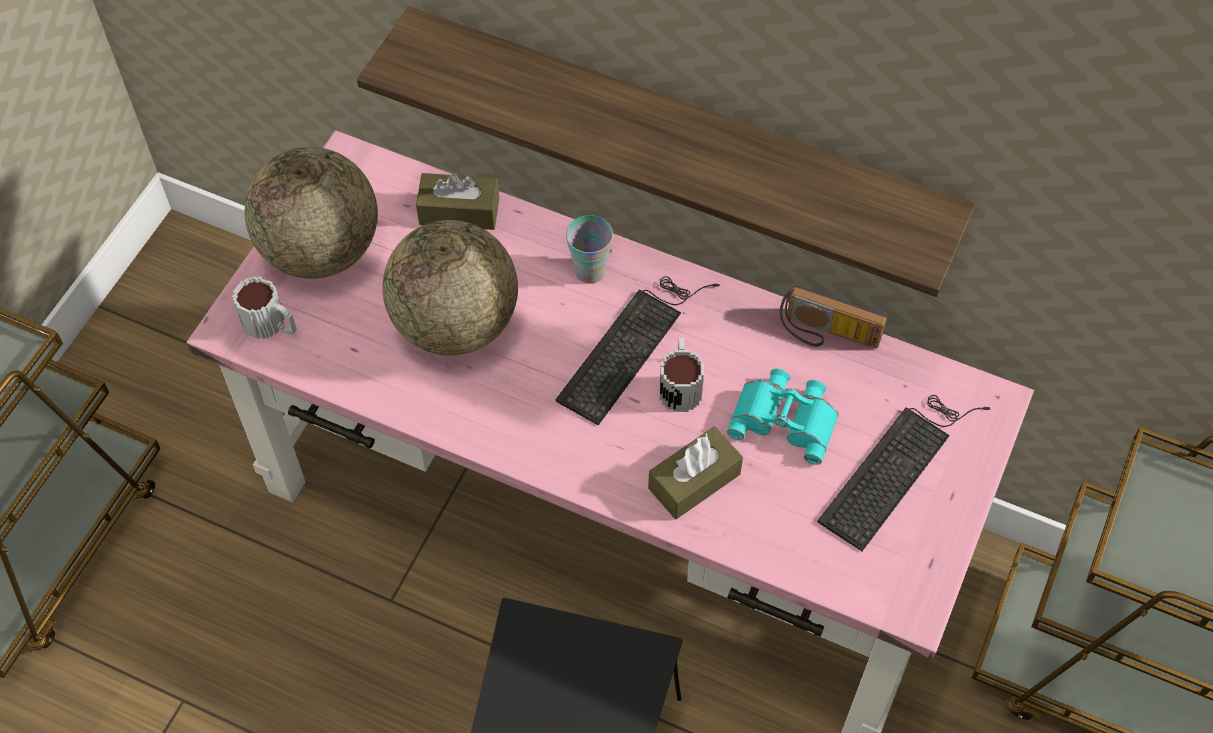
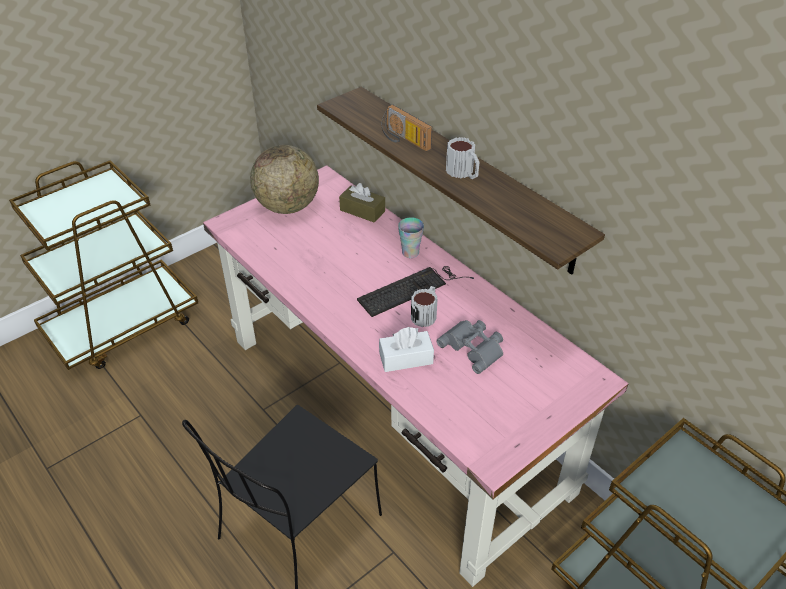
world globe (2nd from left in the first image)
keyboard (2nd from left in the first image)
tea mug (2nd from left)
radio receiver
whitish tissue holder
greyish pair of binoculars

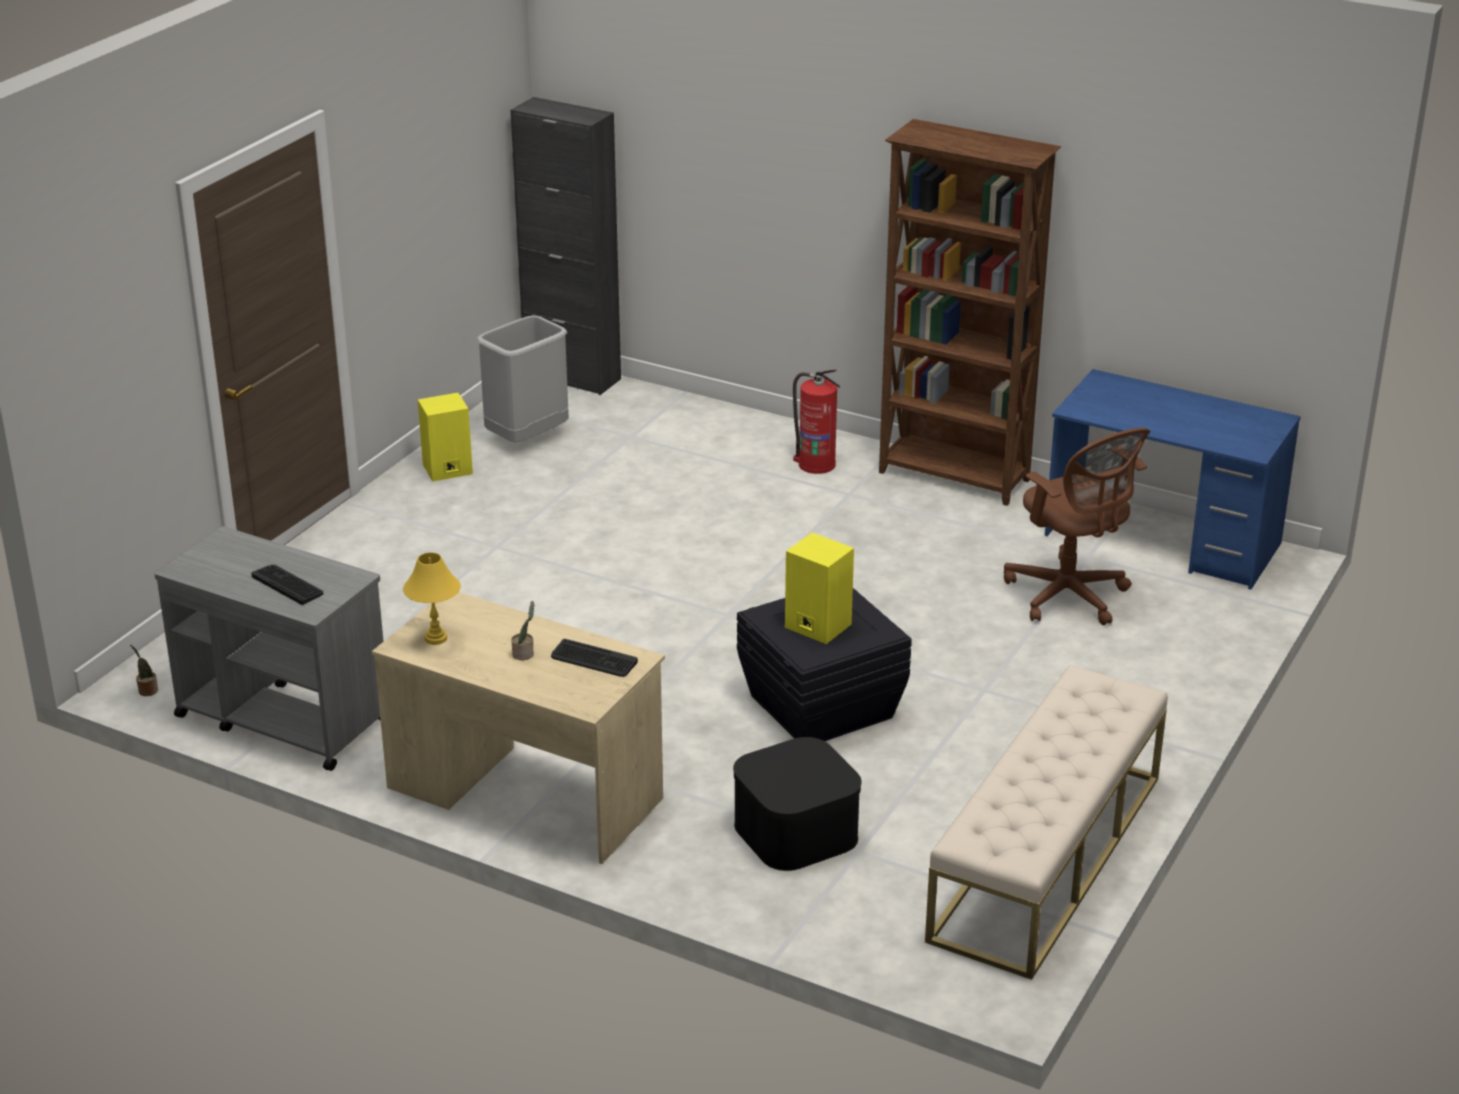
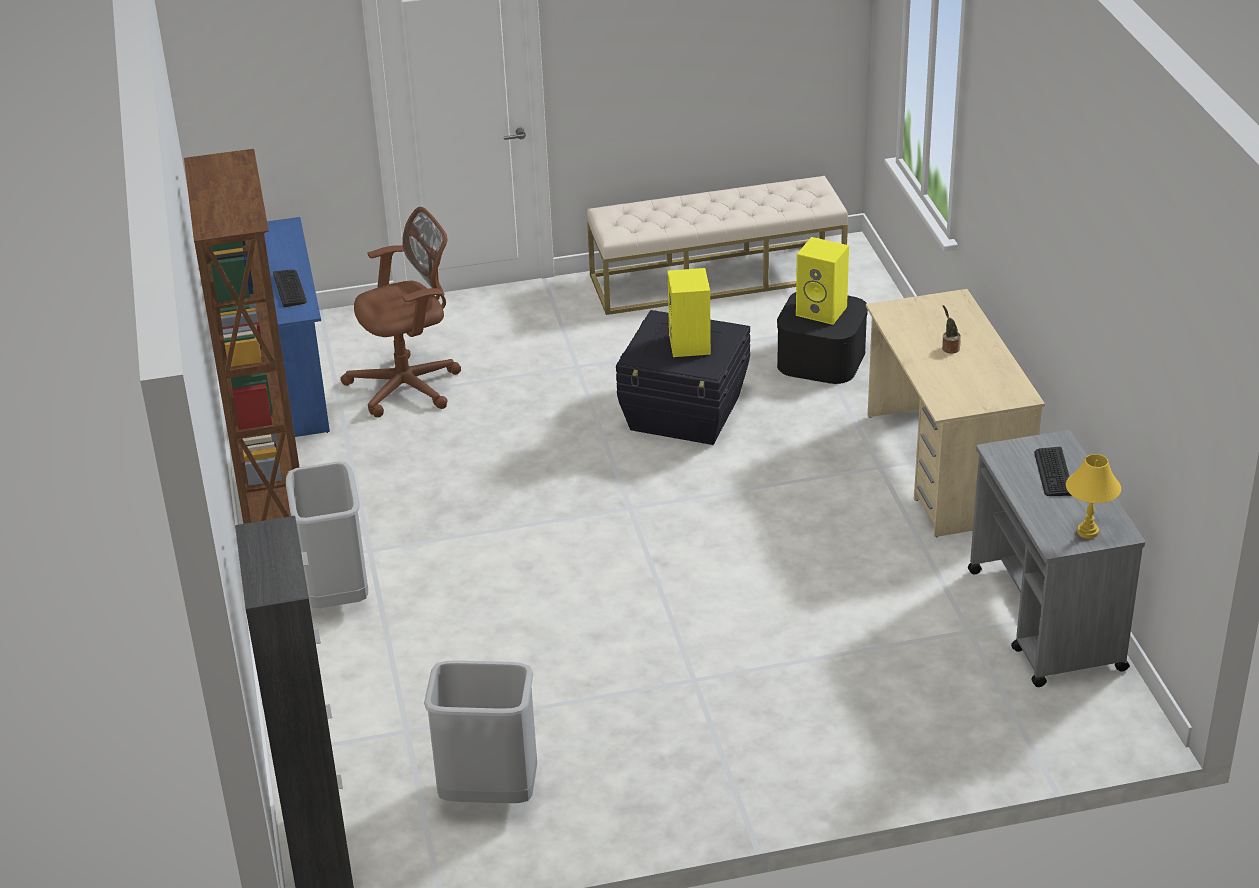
potted plant (1st from left in the first image)
yellow tabletop lamp
yellow loudspeaker (2nd from left)
keyboard (1st from left)
greyish rubbish bin (1st from left)
brown-coloured computer chair

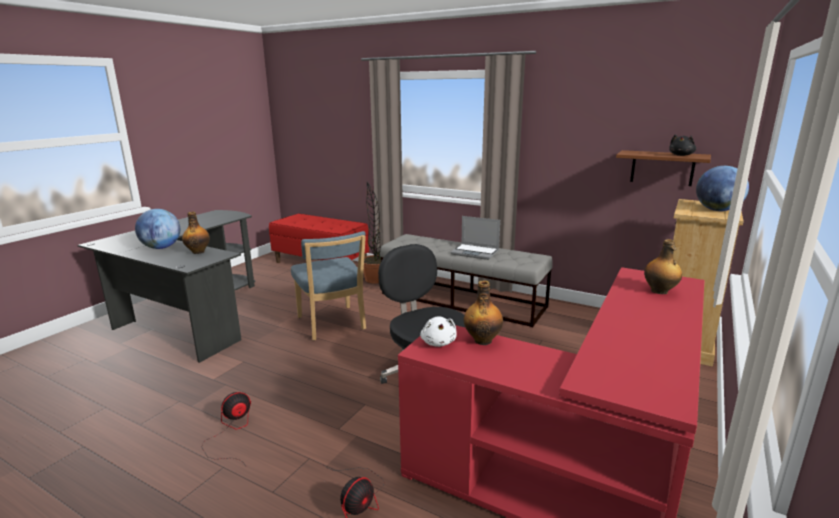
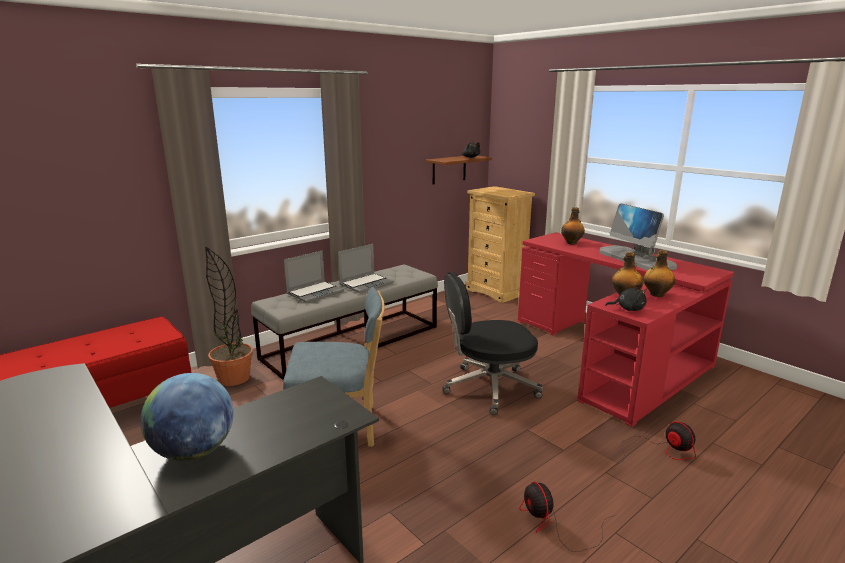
world globe (2nd from left in the first image)
laptop (1st from left)
computer screen
drink bottle (3rd from left)
black cuddly toy (2nd from left)

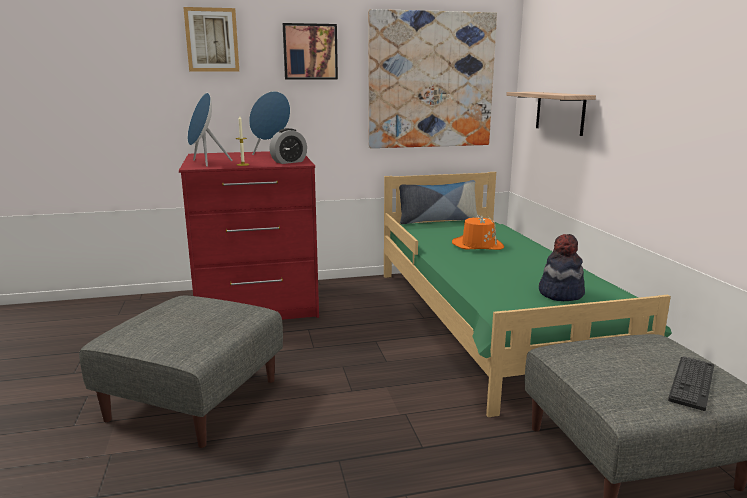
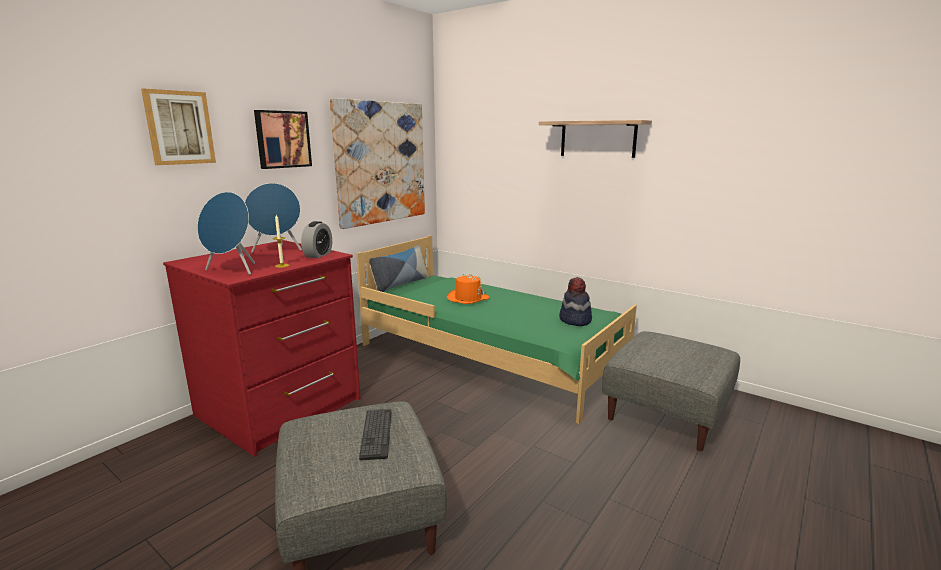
bracket shelf
keyboard

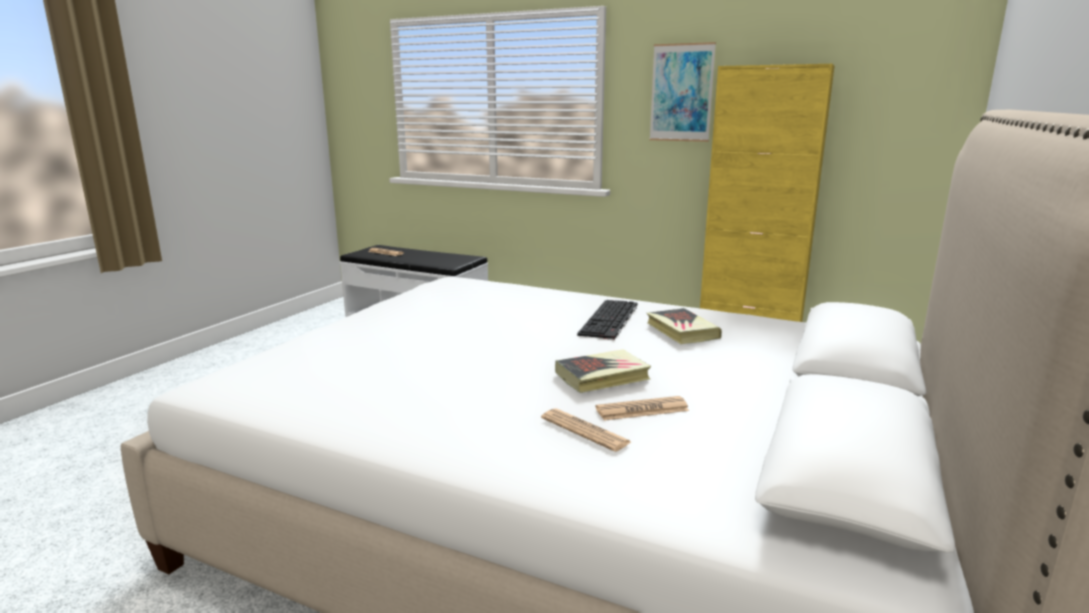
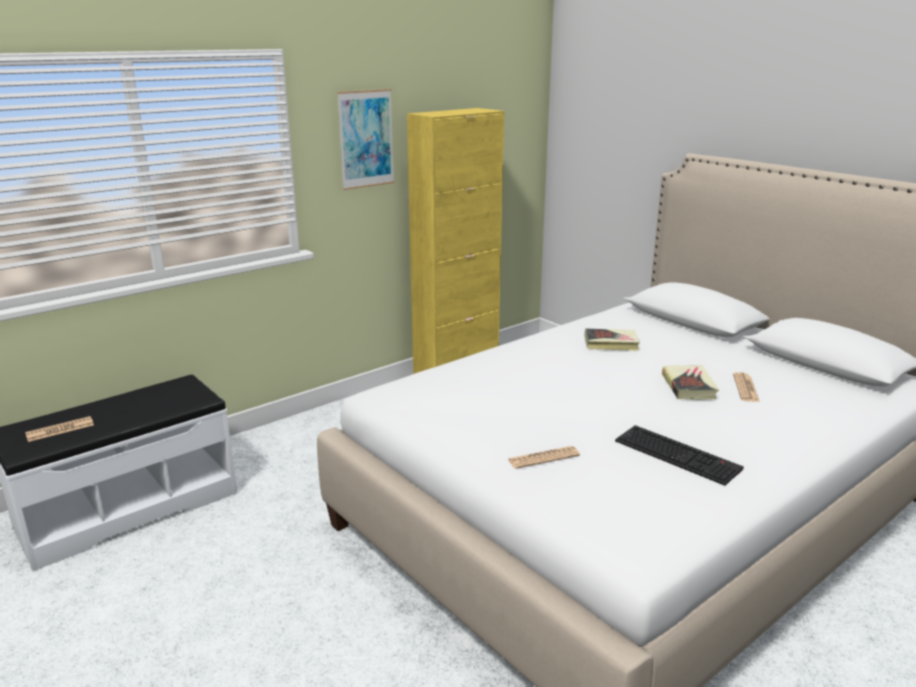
daily paper (2nd from left)
keyboard

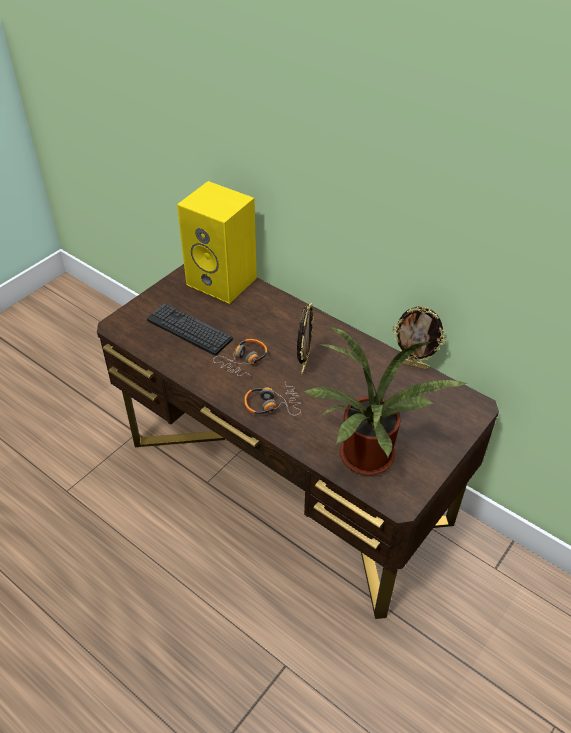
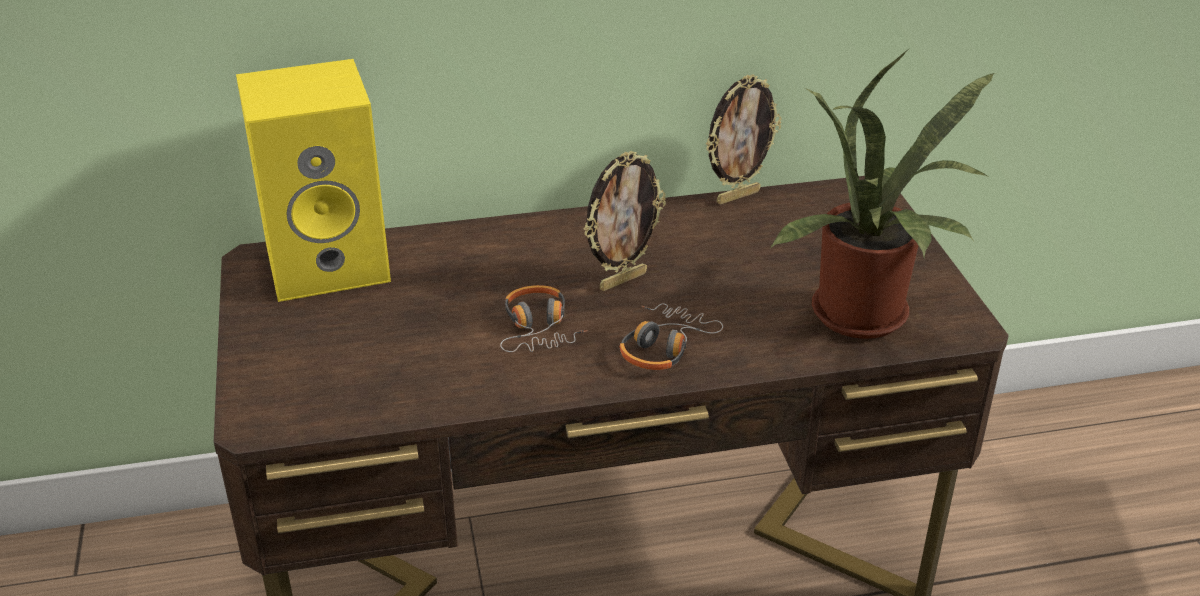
keyboard
standing frame (1st from left)

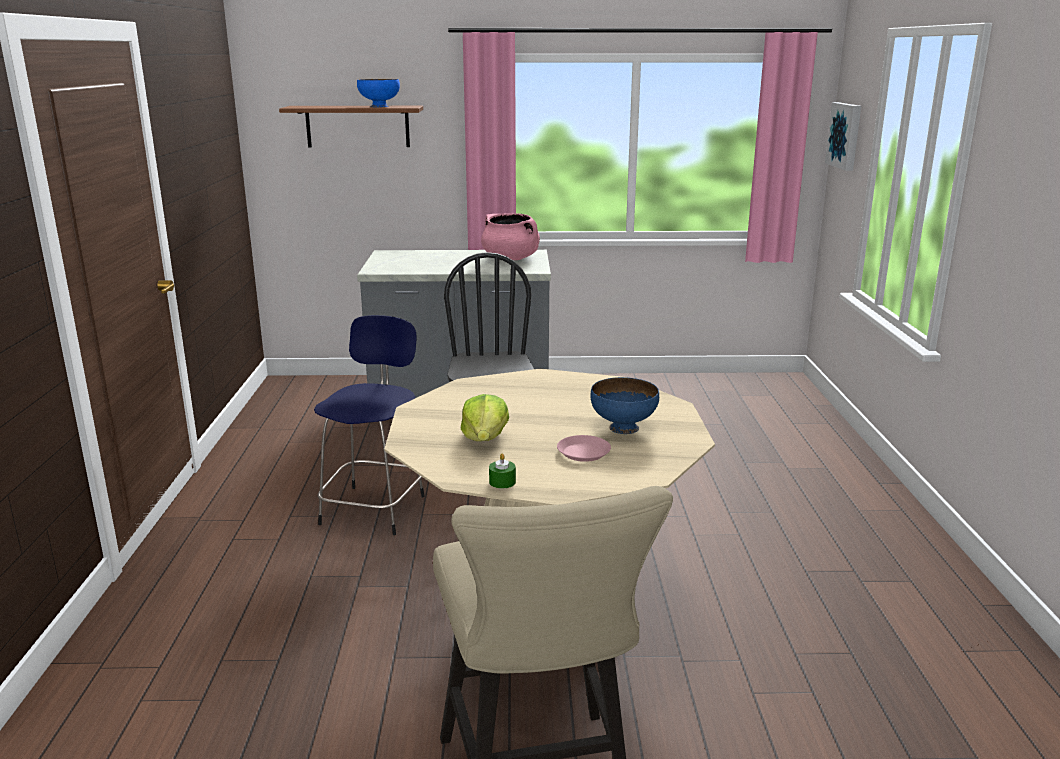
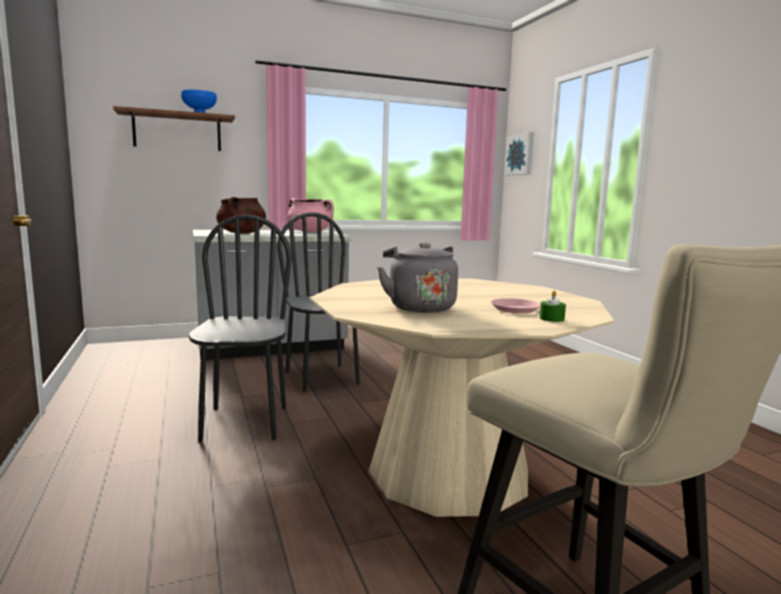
bluish bowl (2nd from left in the first image)
brown-coloured stockpot
green-coloured wax candle
black upright chair (1st from left)
greyish kettle

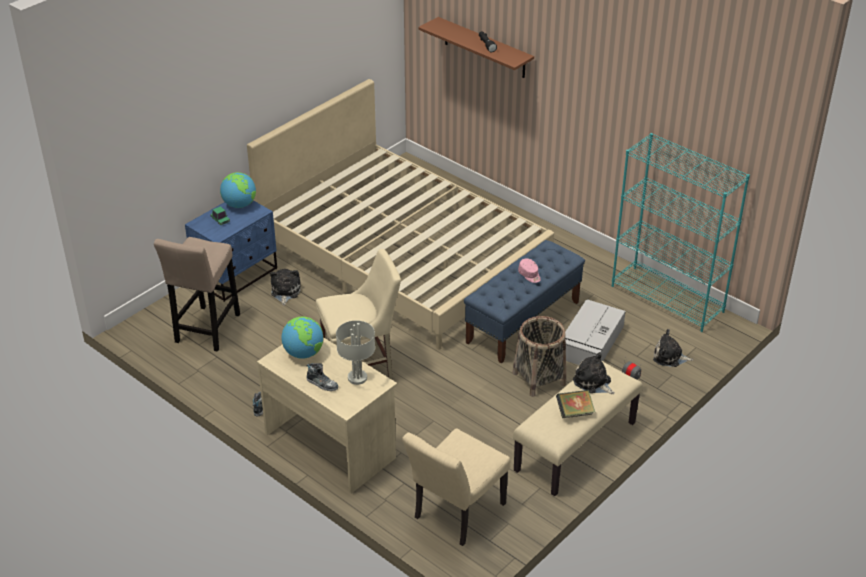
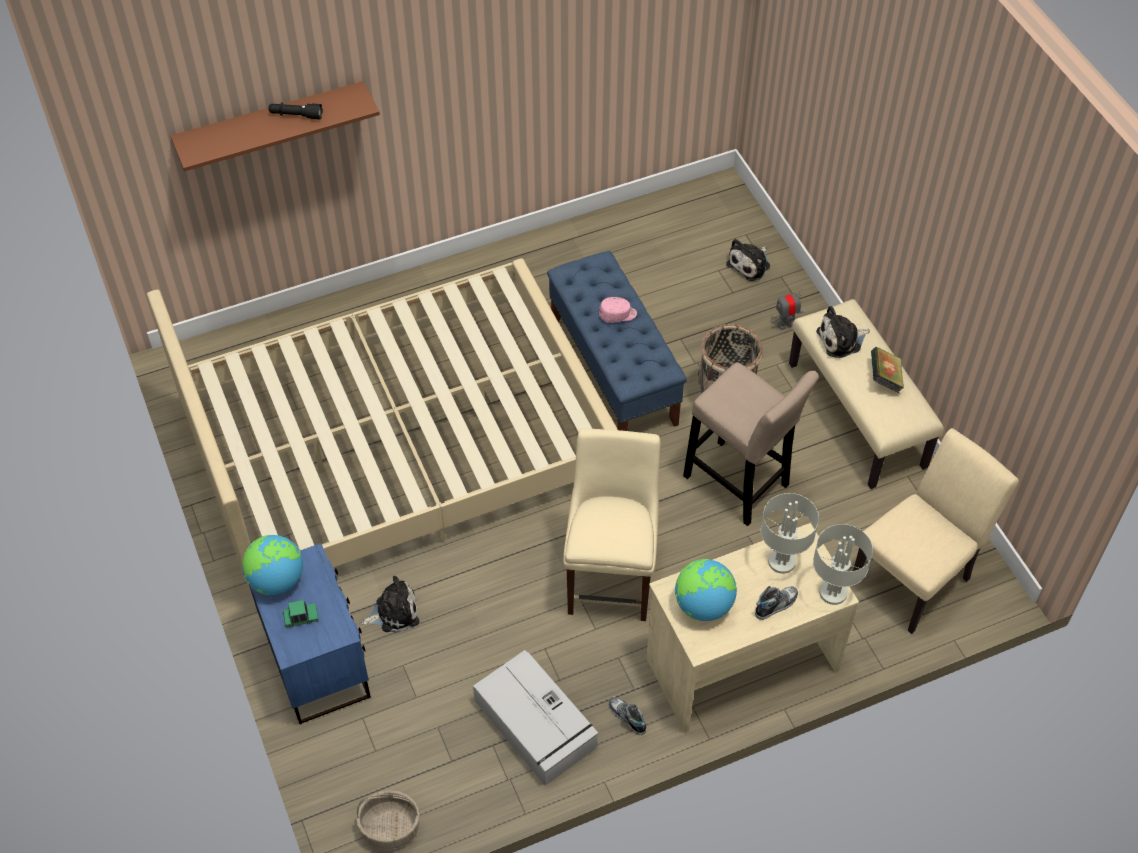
turquoise shelving unit
basket (1st from left)
greyish tabletop lamp (2nd from left)
beige-coloured stool seat
greyish storage box
cuddly toy (1st from left)
beige-coloured upright chair (2nd from left)

